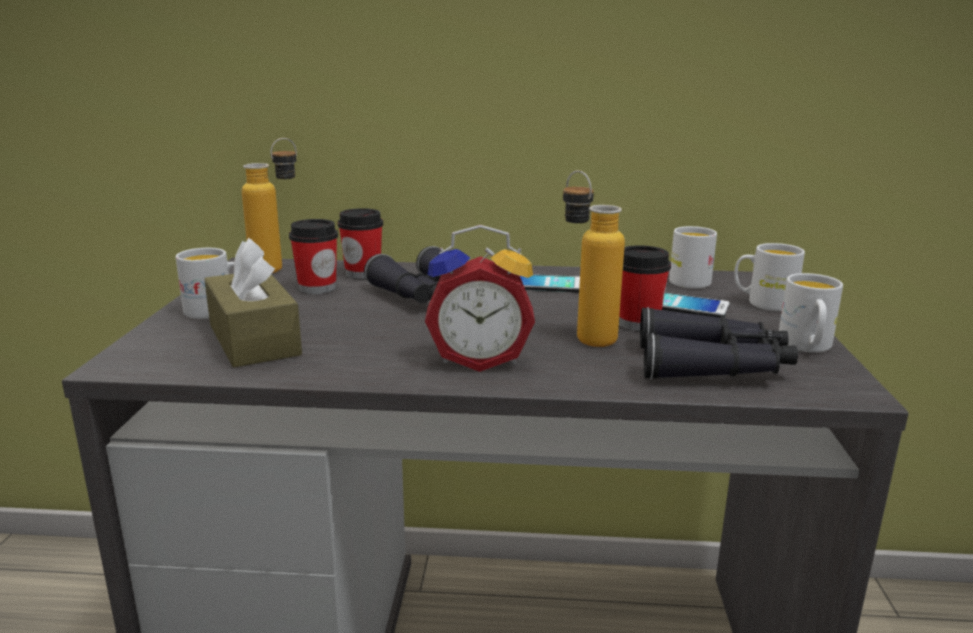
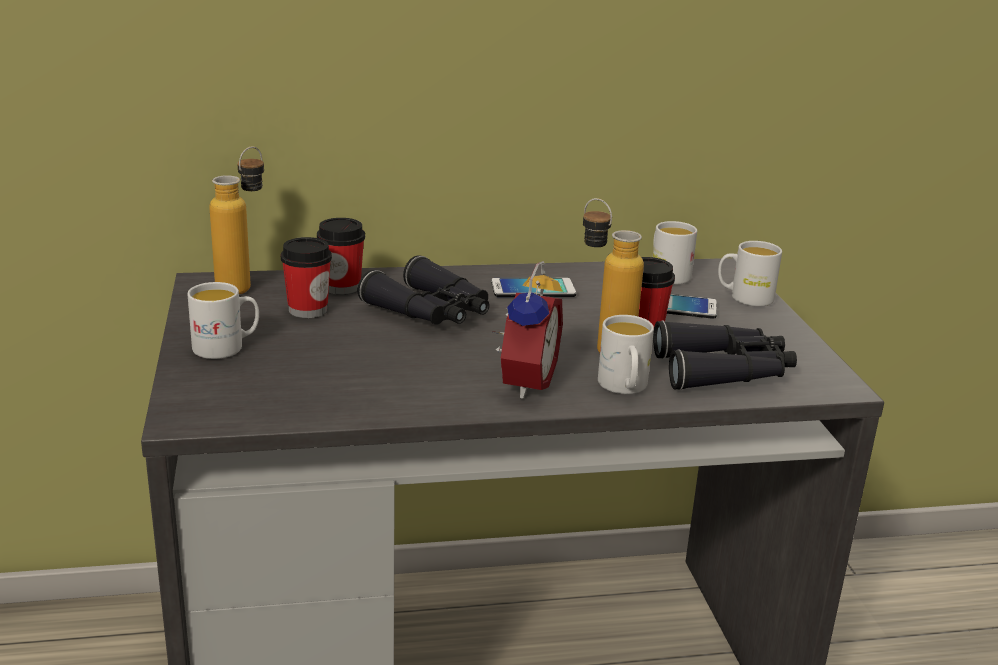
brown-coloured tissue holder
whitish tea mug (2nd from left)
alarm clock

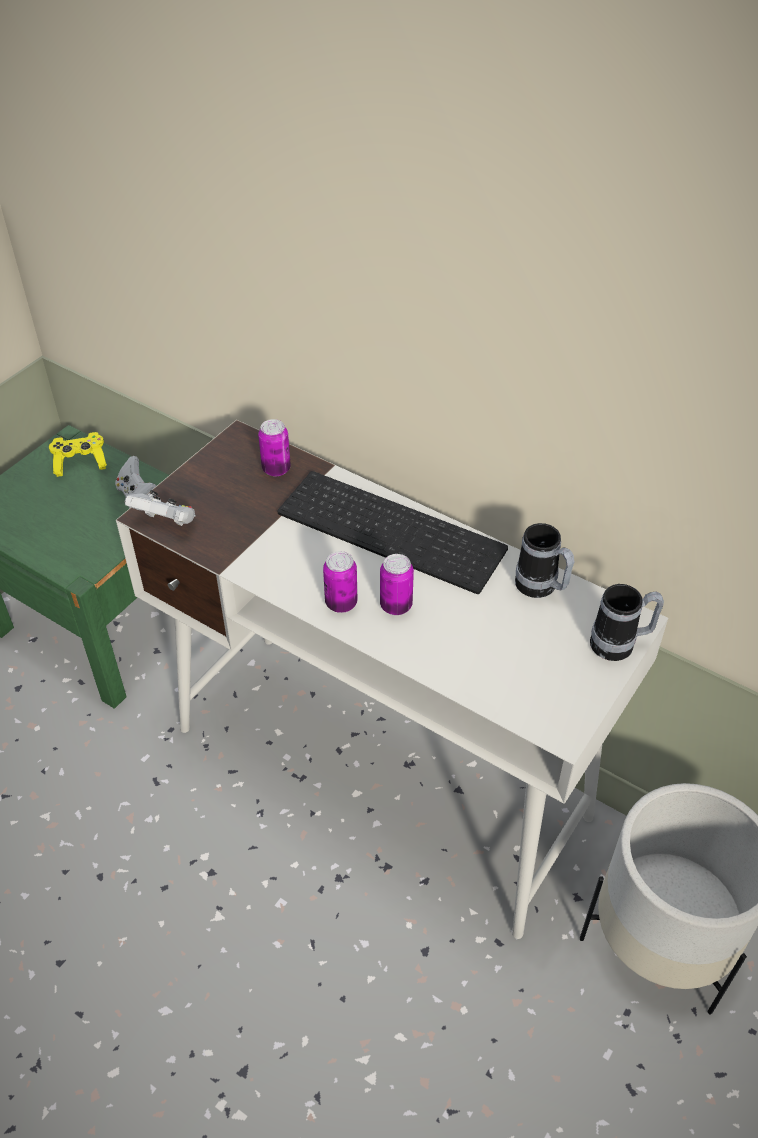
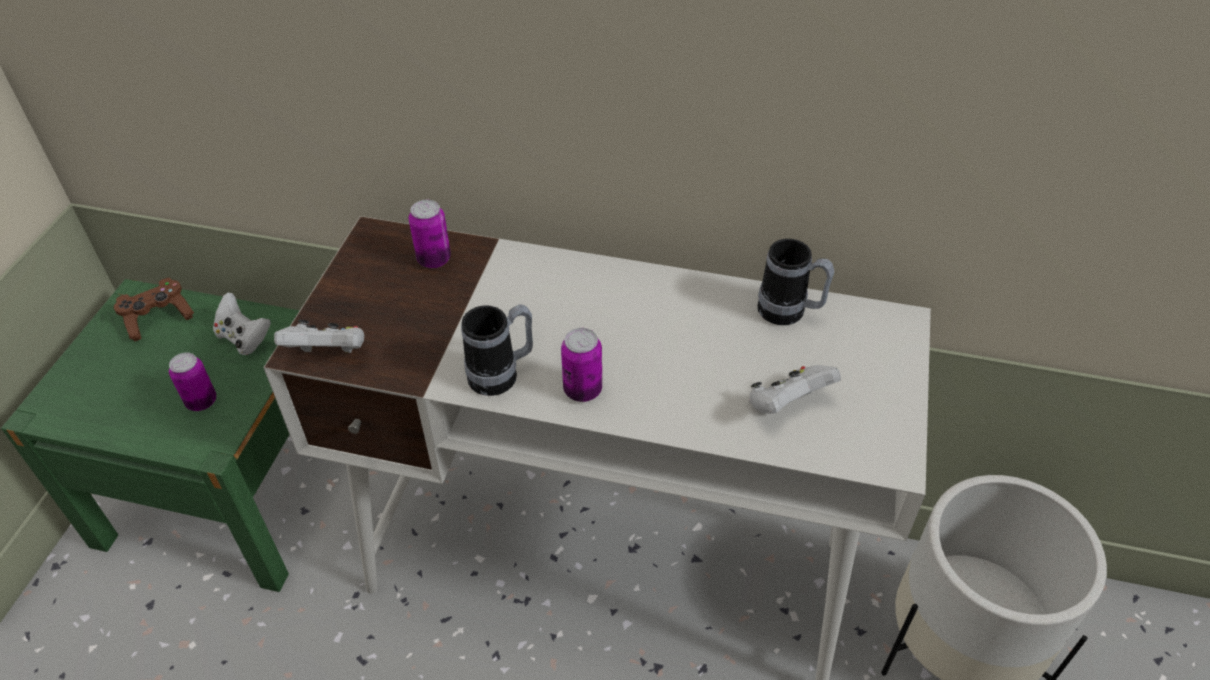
keyboard
whitish gamepad (3rd from left)
sealed can (1st from left)
tea mug (1st from left)
brown-coloured gamepad

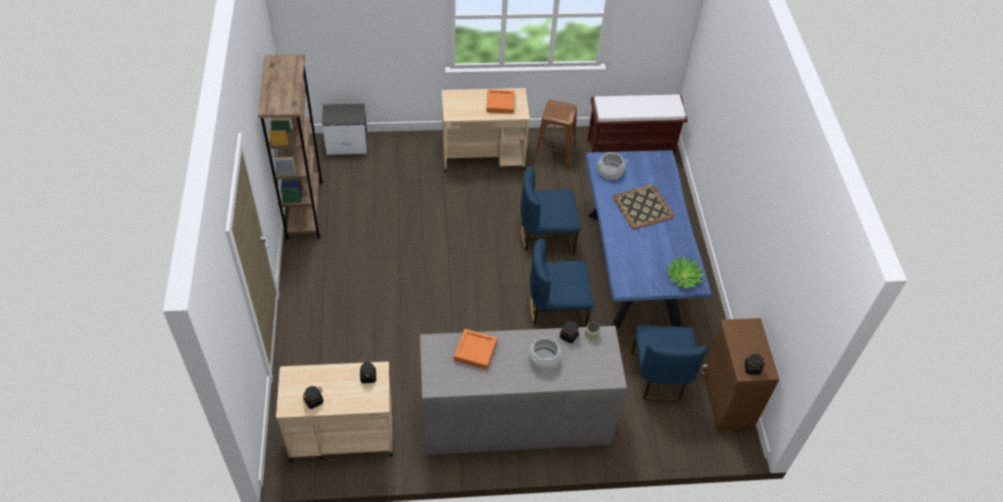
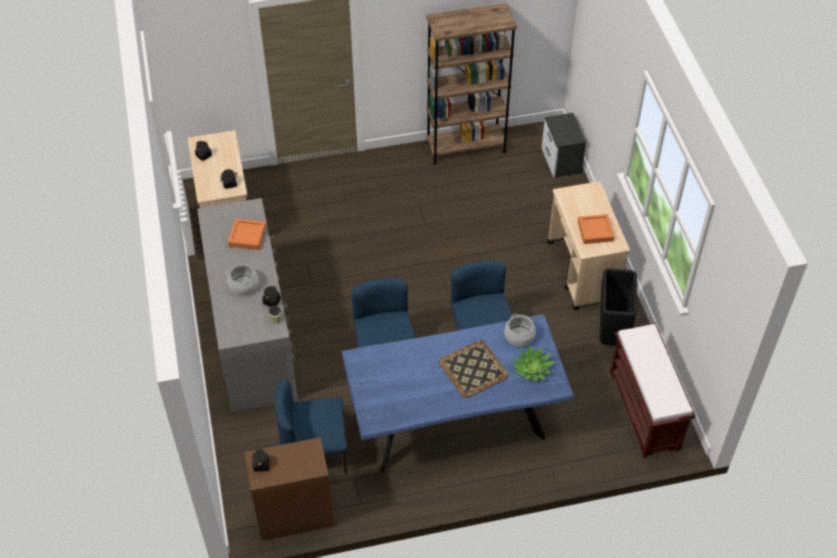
potted plant
black rubbish bin

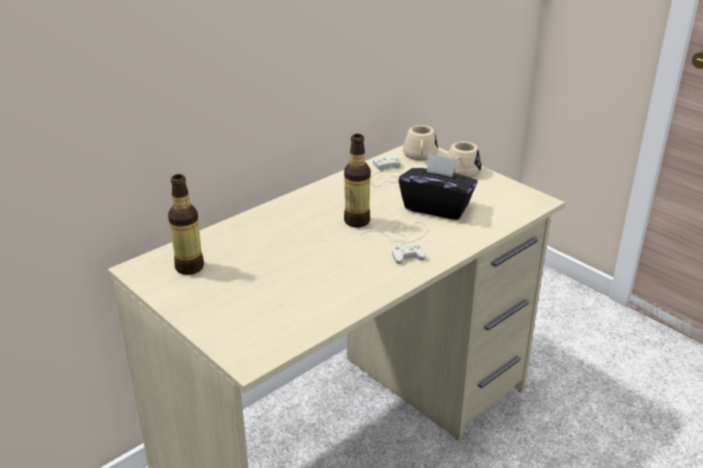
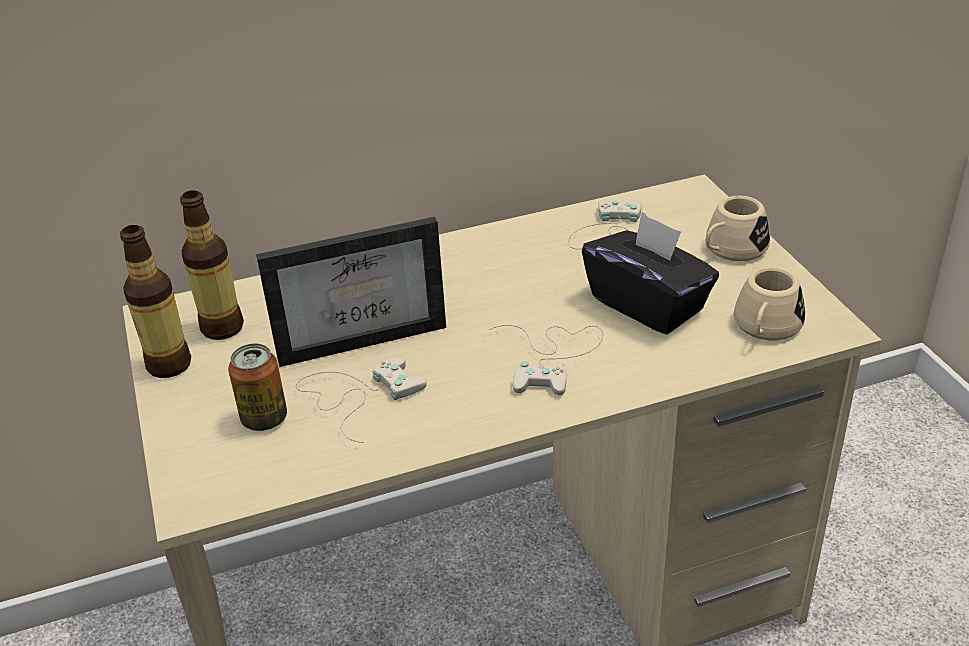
sealed can
standing frame
whitish gamepad (1st from left)
drink bottle (1st from left)
beige-coloured tea mug (2nd from left)

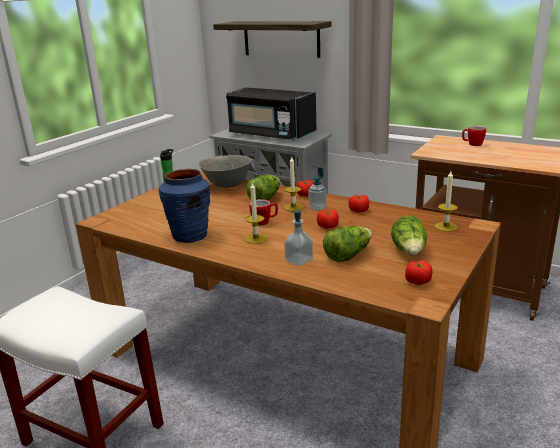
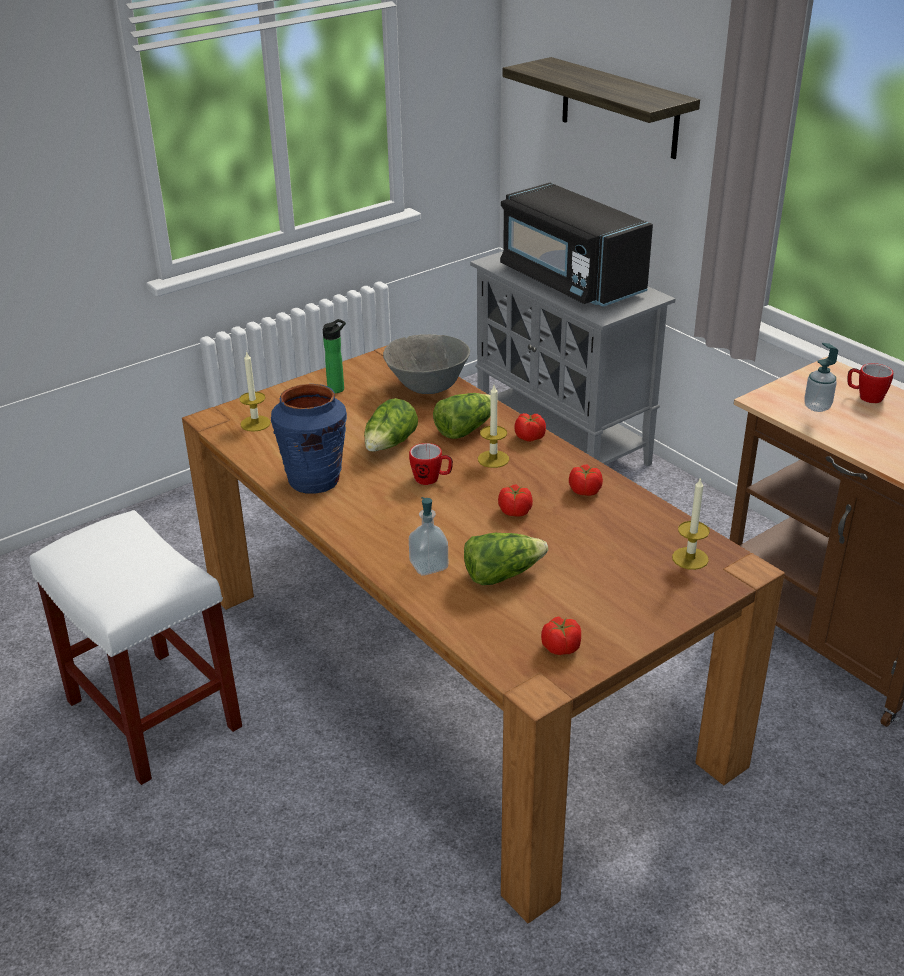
wax candle (1st from left)
soap bottle (2nd from left)
lettuce (1st from left)

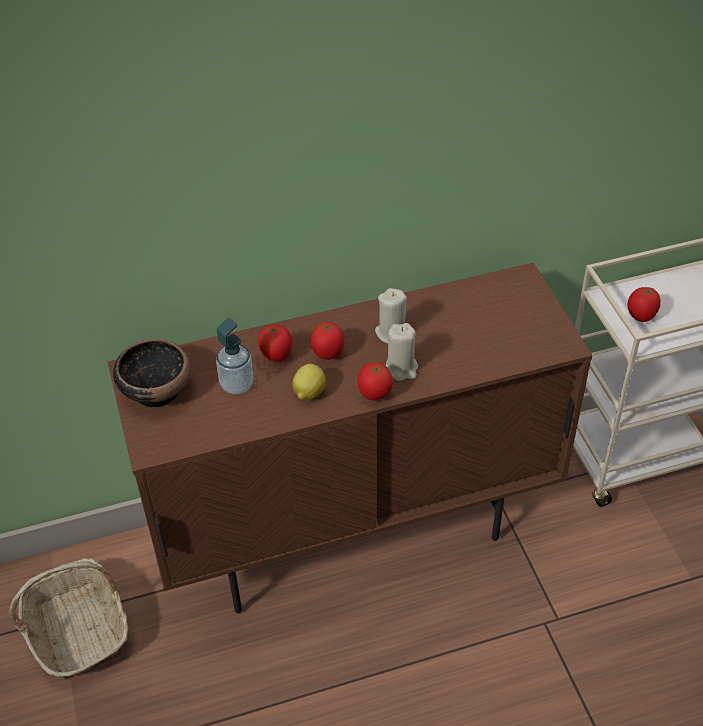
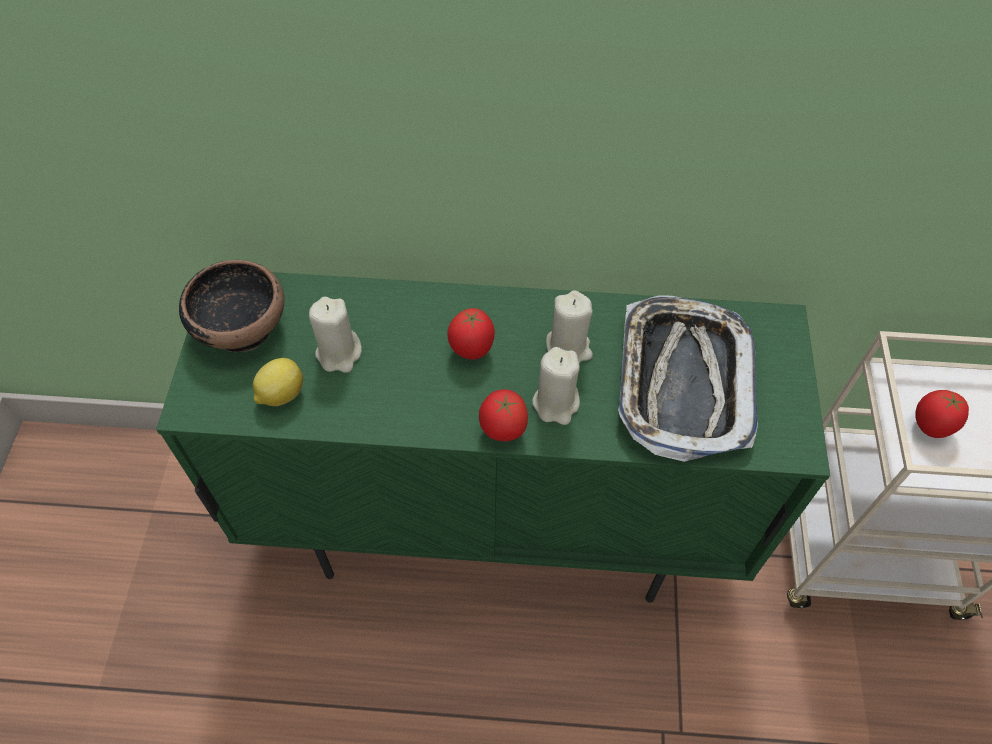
basket
fresh tomato (1st from left in the first image)
tray
whole lemon
beige-coloured wax candle (1st from left)
green-coloured cabinet

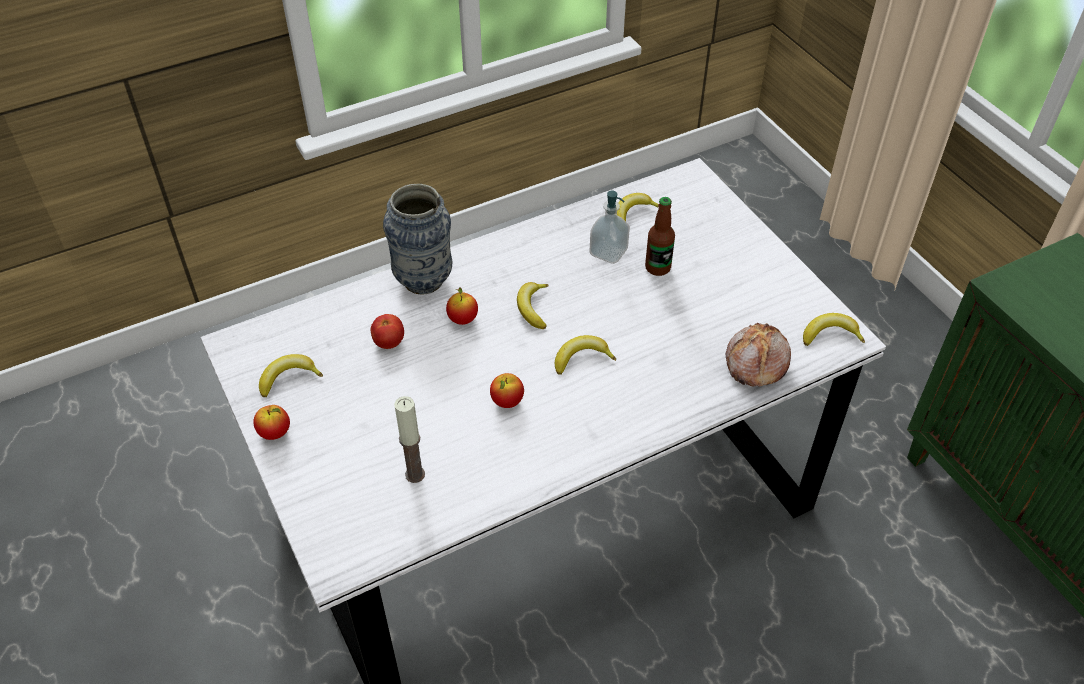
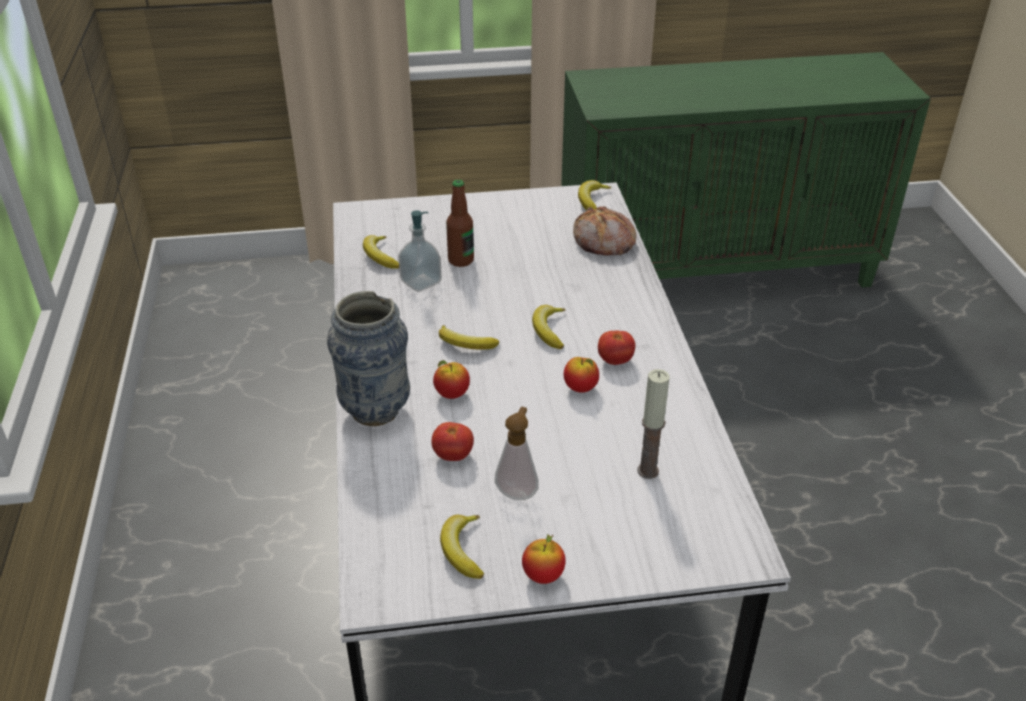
soap bottle (2nd from left)
fresh tomato (2nd from left)

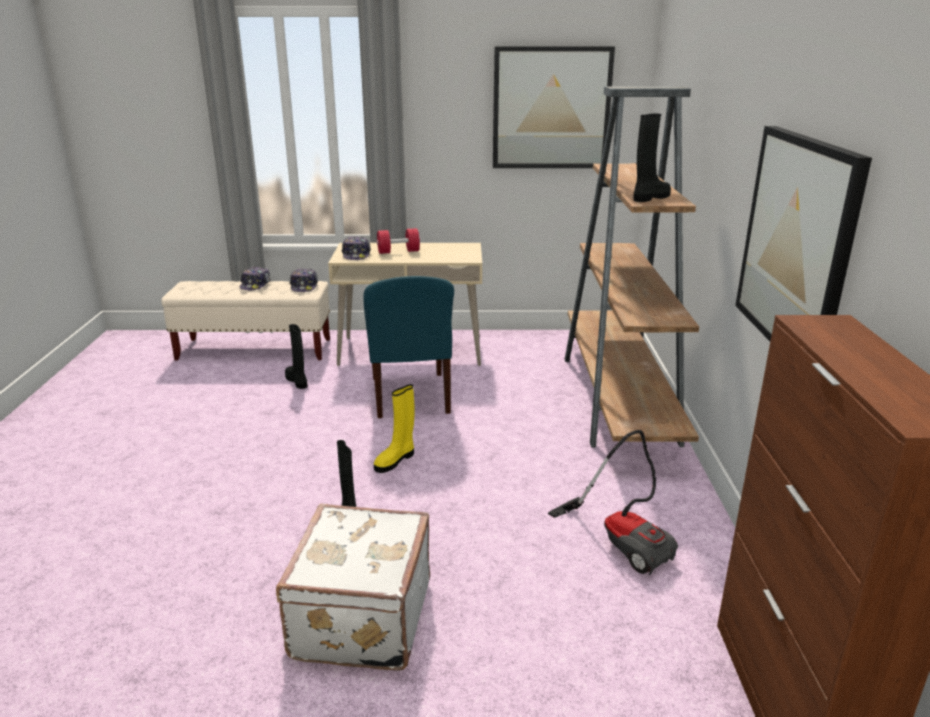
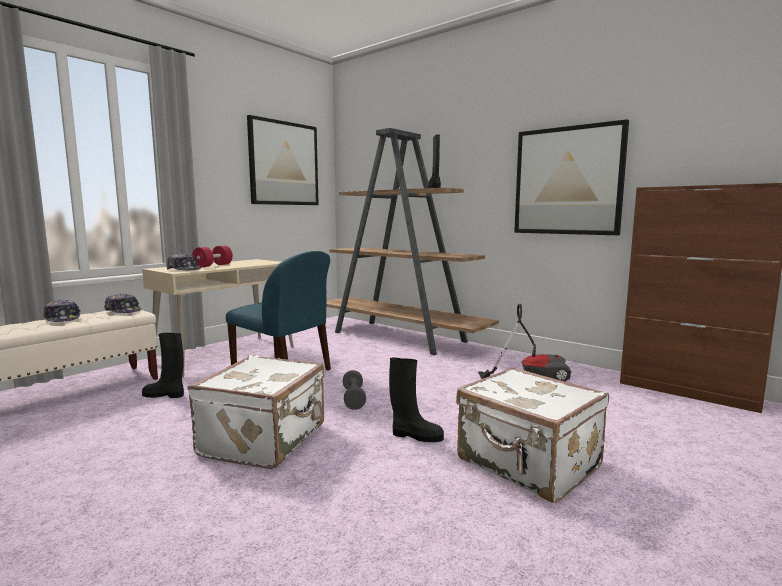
whitish travel case (1st from left)
greyish dumbbell

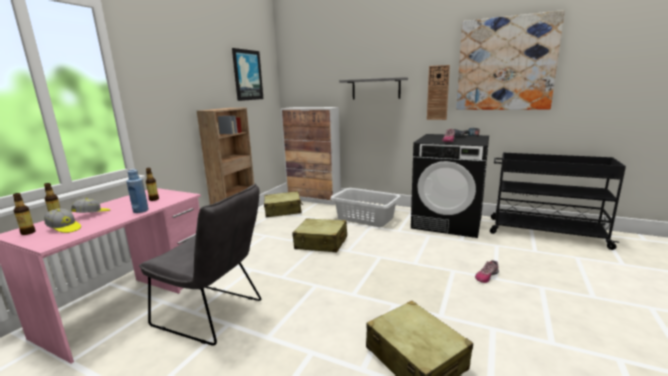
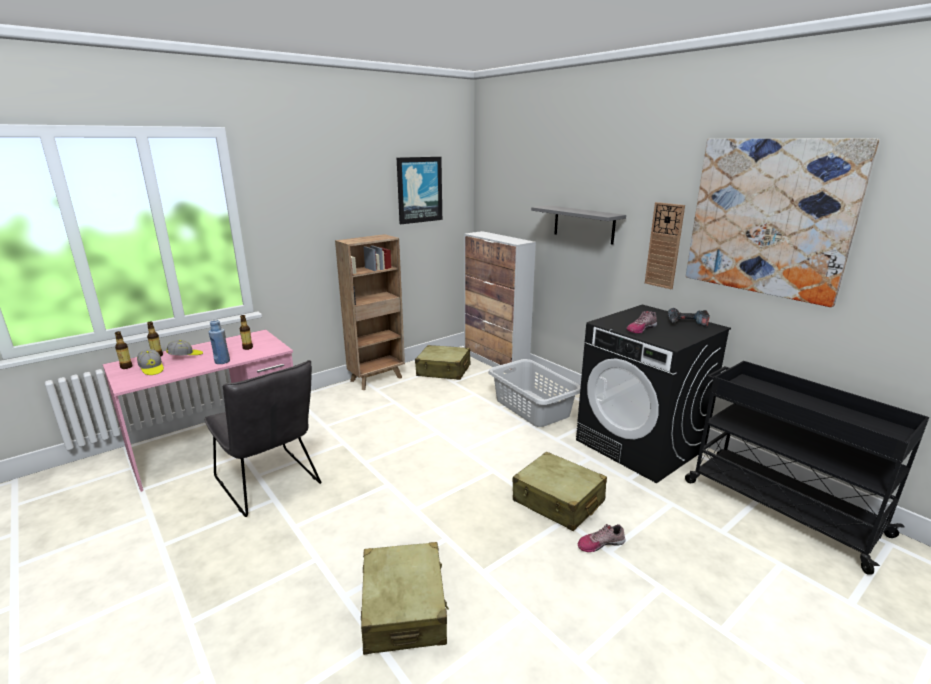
beige-coloured travel case (3rd from left)

